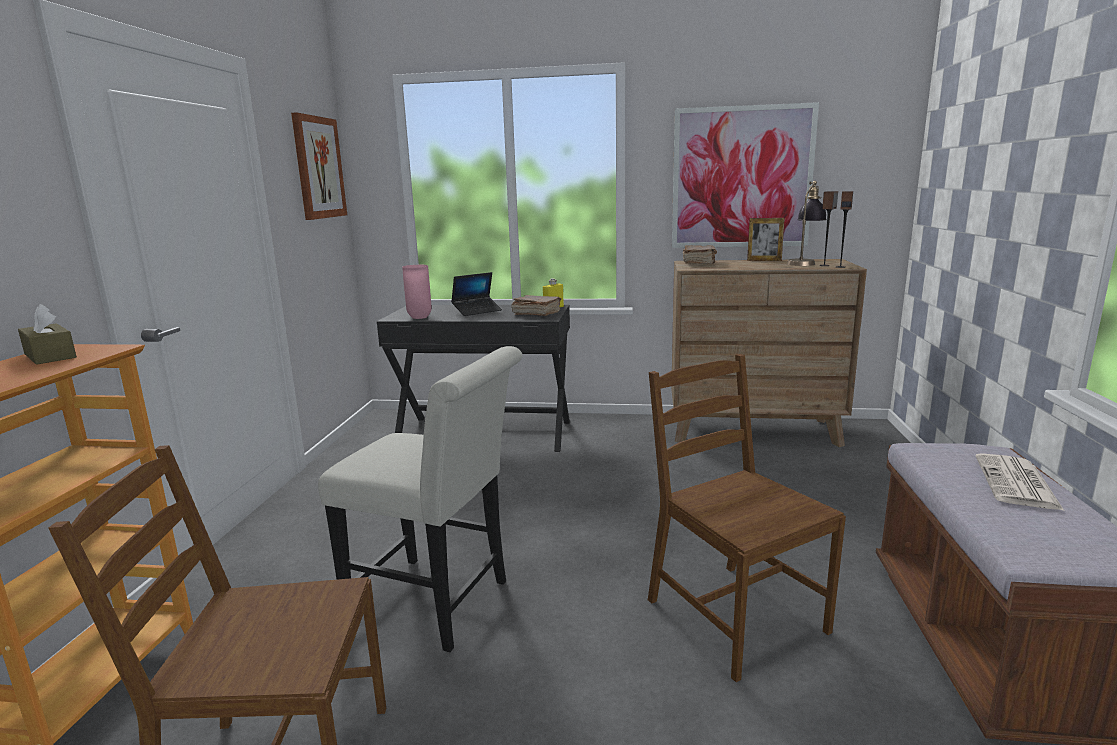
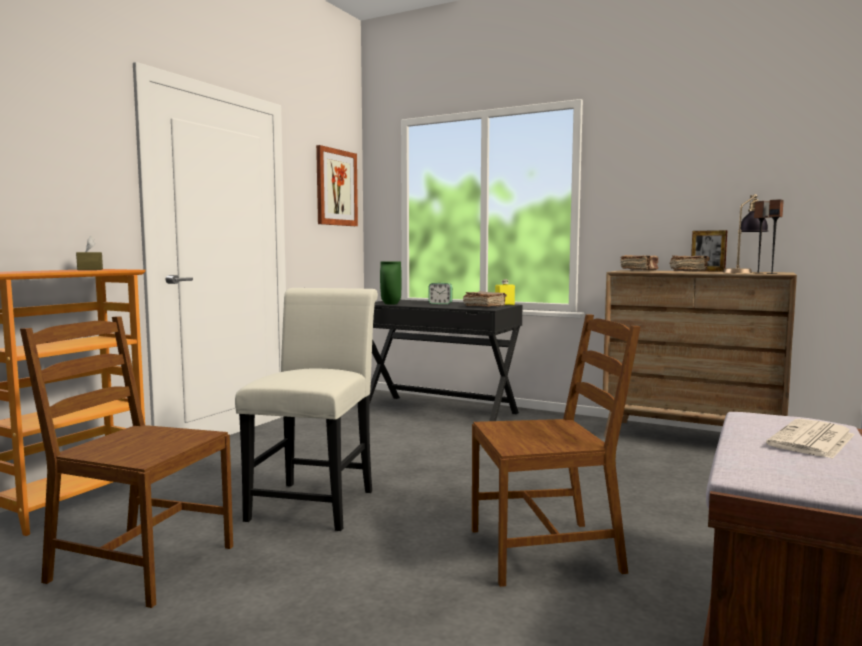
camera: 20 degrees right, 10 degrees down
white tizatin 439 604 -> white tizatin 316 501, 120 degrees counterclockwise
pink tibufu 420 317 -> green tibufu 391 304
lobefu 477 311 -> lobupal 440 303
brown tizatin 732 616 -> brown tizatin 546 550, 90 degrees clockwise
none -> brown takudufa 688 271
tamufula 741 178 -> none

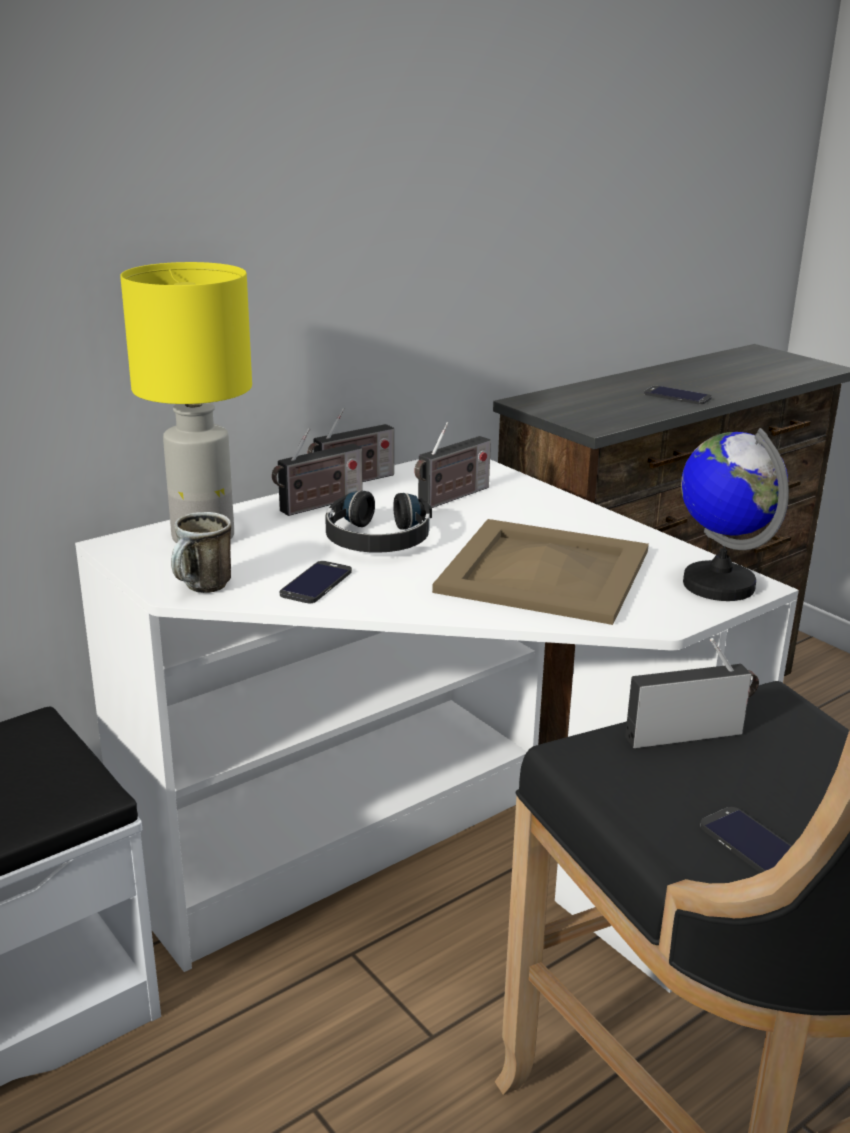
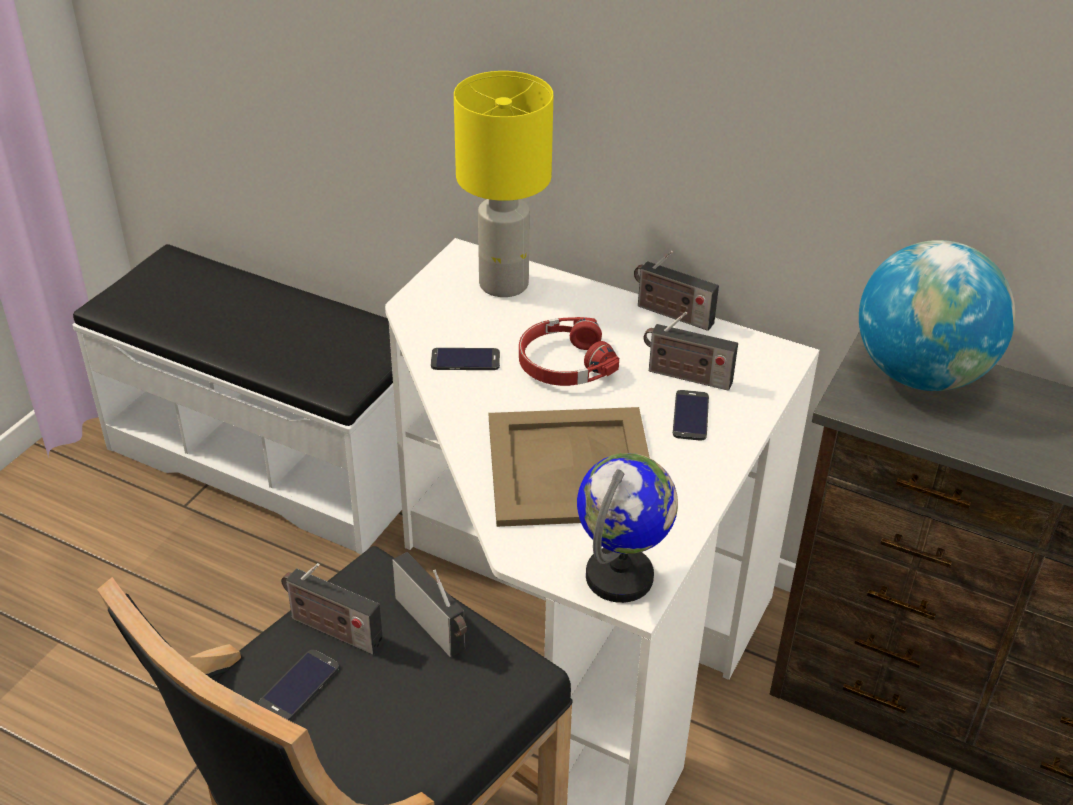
camera: 65 degrees right, 15 degrees up
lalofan 318 505 -> lalofan 331 630, relocated
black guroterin 377 539 -> red guroterin 564 364
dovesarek 677 396 -> dovesarek 691 416, relocated
none -> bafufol 920 374
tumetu 203 589 -> none

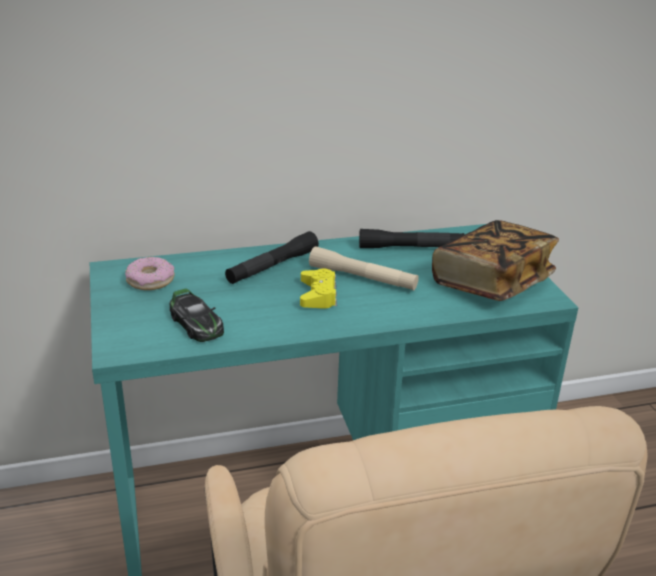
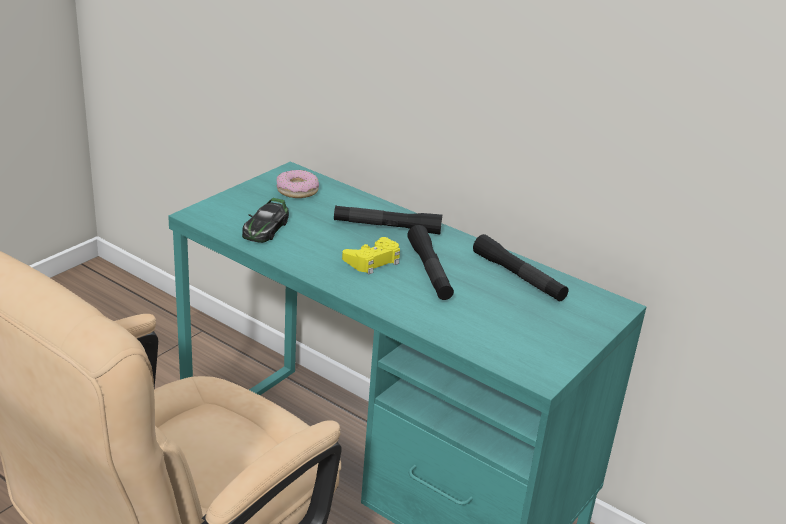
camera: 50 degrees right, 0 degrees up
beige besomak 362 278 -> black besomak 429 271
takudufa 491 282 -> none

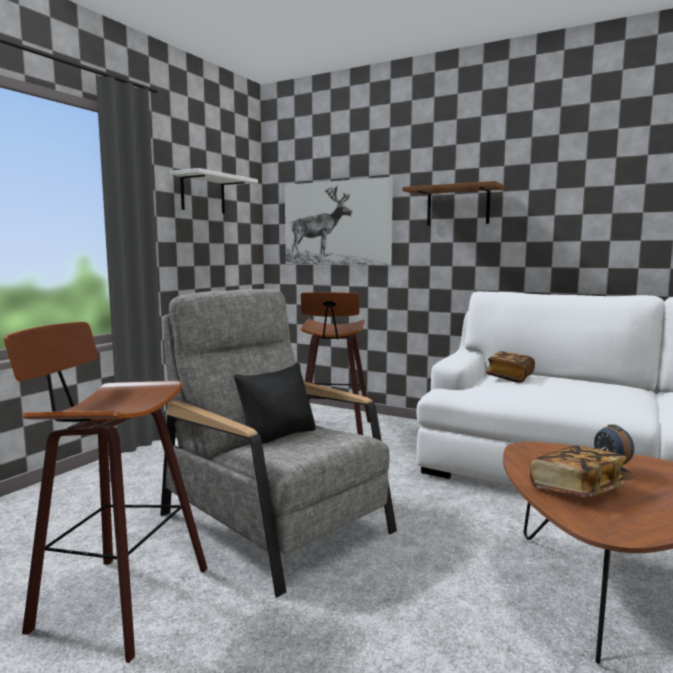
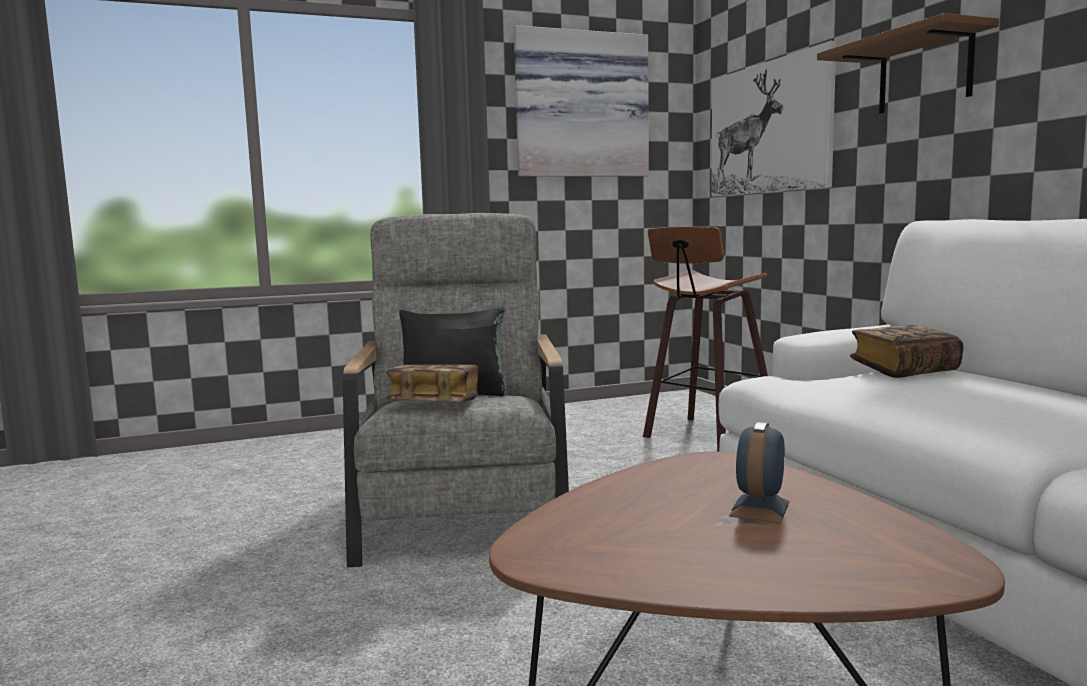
camera: 40 degrees right, 0 degrees up
takudufa 576 489 -> takudufa 434 404, relocated
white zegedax 203 194 -> tamufula 580 105
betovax 115 600 -> none

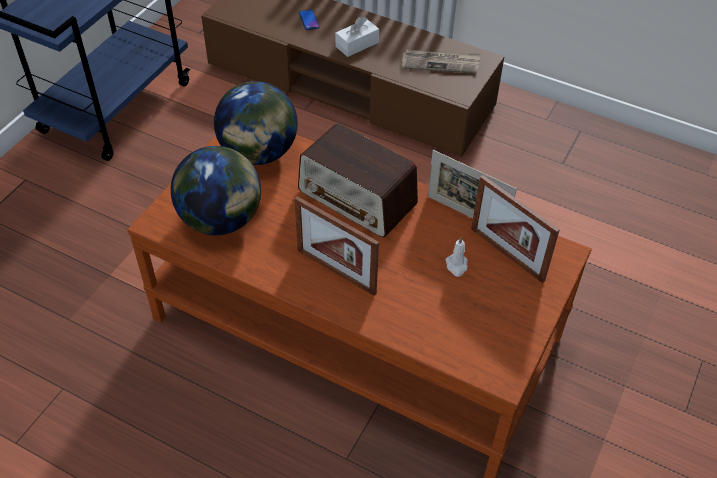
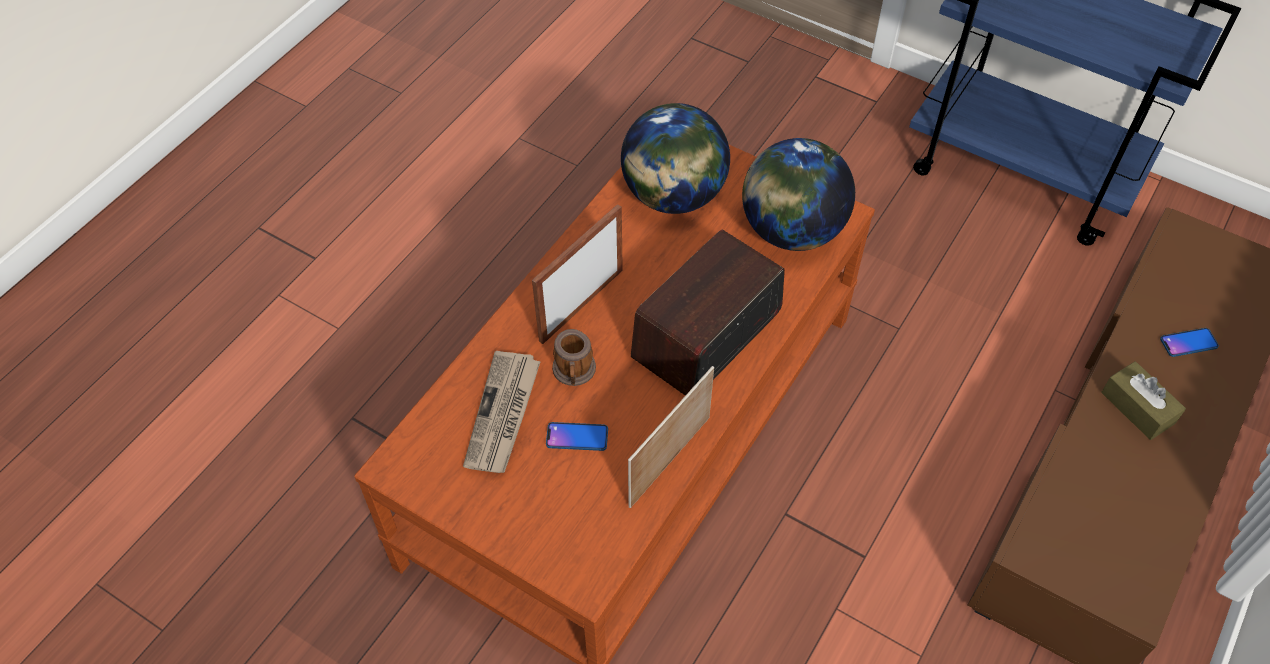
camera: 95 degrees right, 5 degrees up
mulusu 441 63 -> mulusu 503 415, relocated
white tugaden 456 266 -> dovesarek 577 437
none -> tumetu 574 372
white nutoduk 357 44 -> brown nutoduk 1137 408
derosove 507 254 -> none

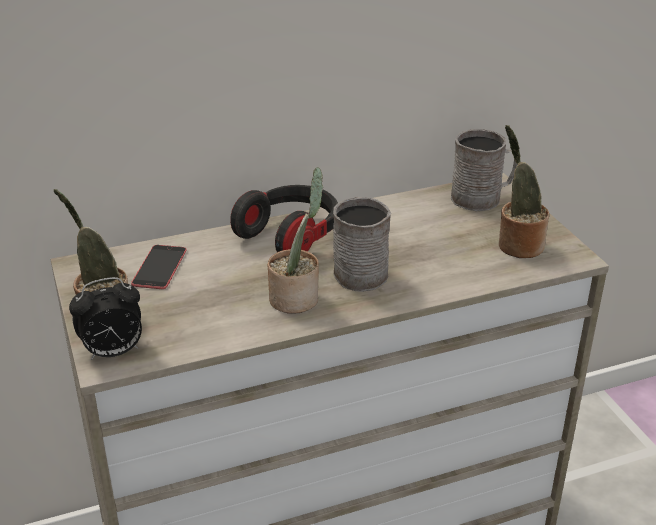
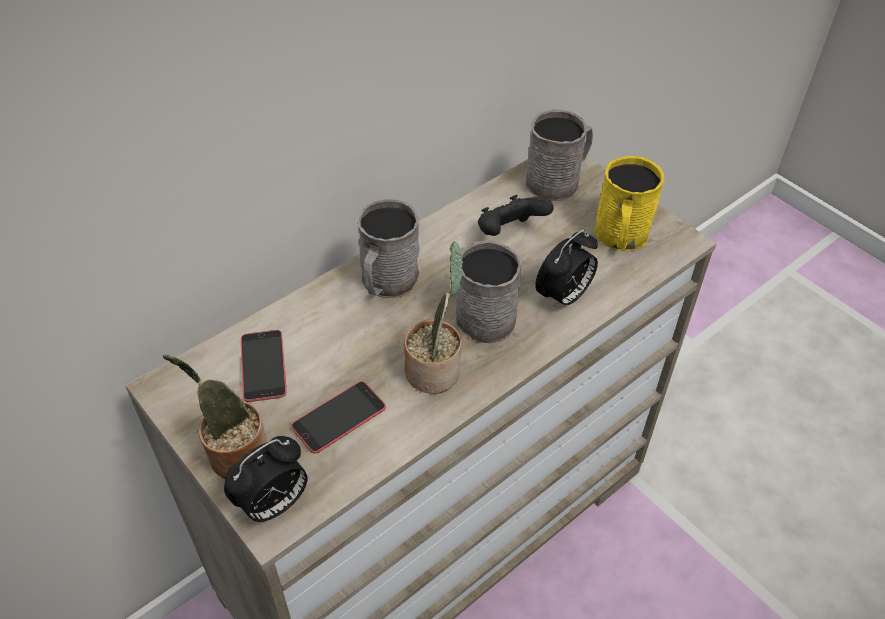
camera: 20 degrees left, 15 degrees up
none -> dovesarek 339 417
guroterin 291 236 -> grey tumetu 386 283
none -> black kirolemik 509 233
none -> lobupal 563 297
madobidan 517 245 -> yellow tumetu 621 237

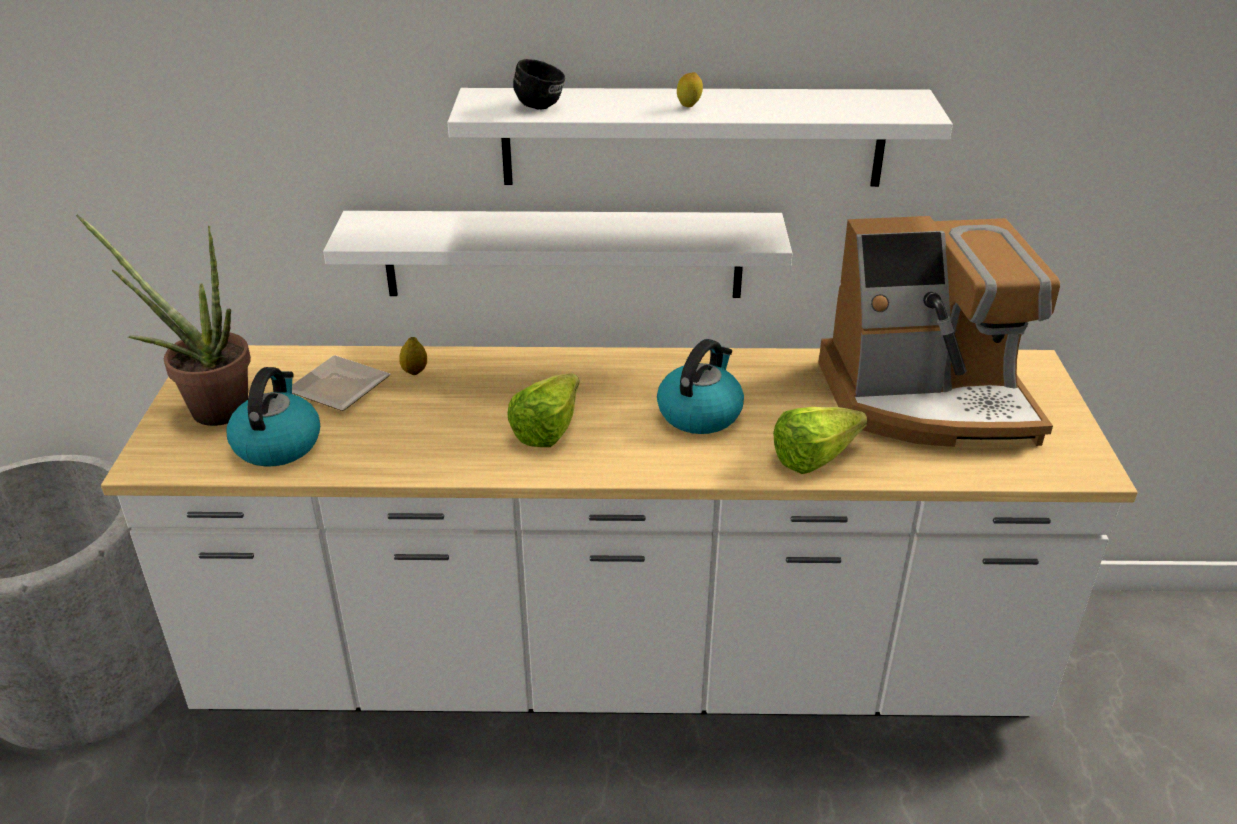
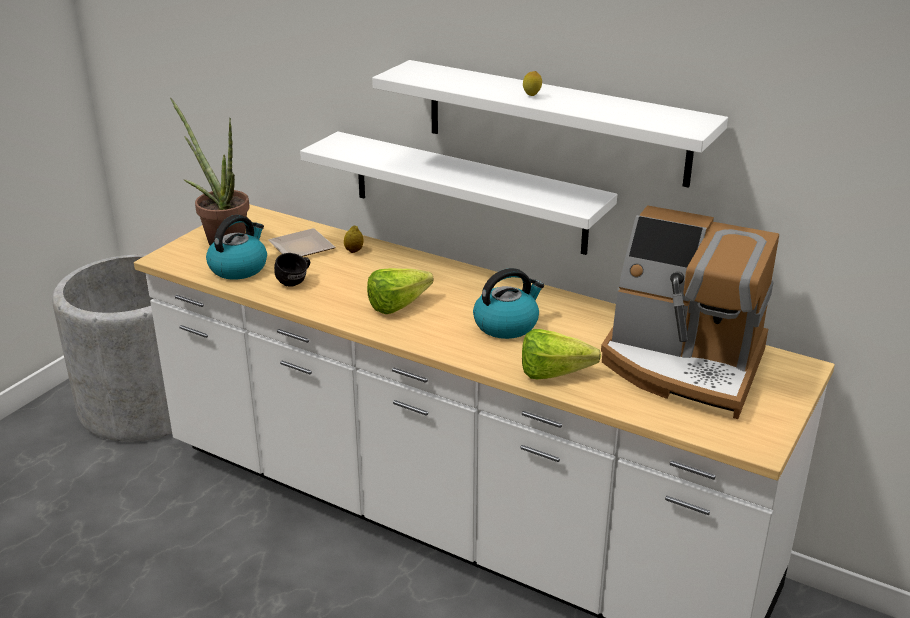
camera: 30 degrees right, 5 degrees down
black tumetu 542 104 -> black tumetu 296 282, relocated

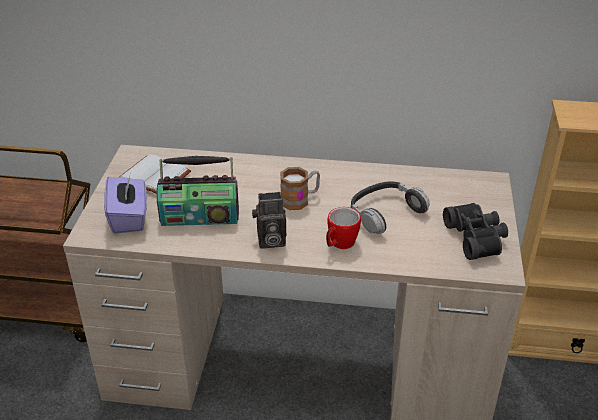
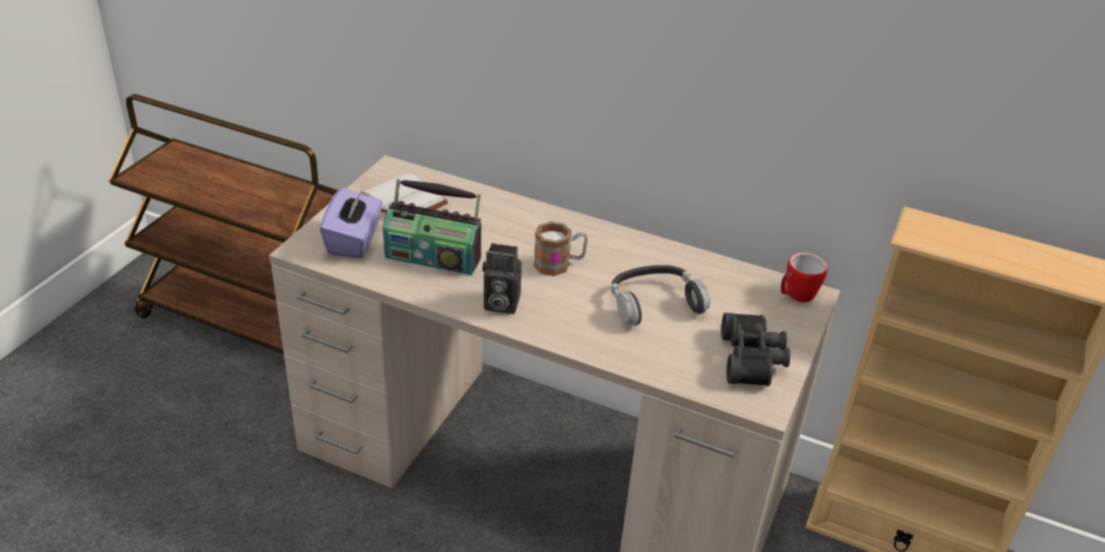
camera: 15 degrees right, 0 degrees up
tumetu 339 244 -> tumetu 796 296, relocated

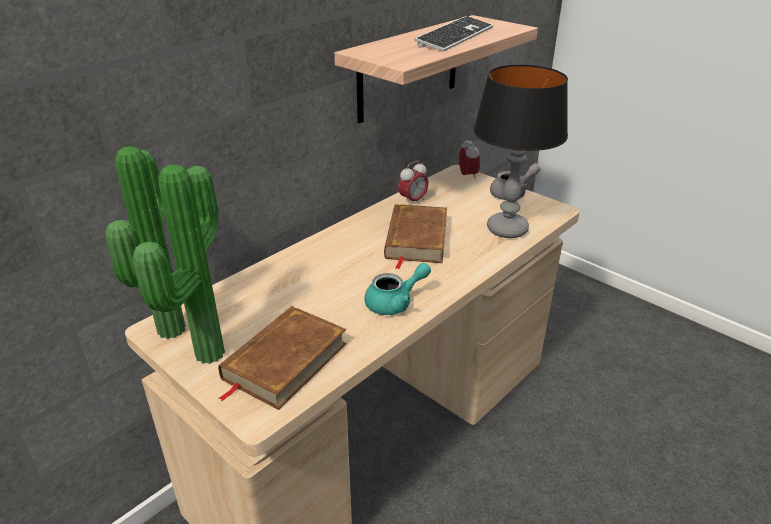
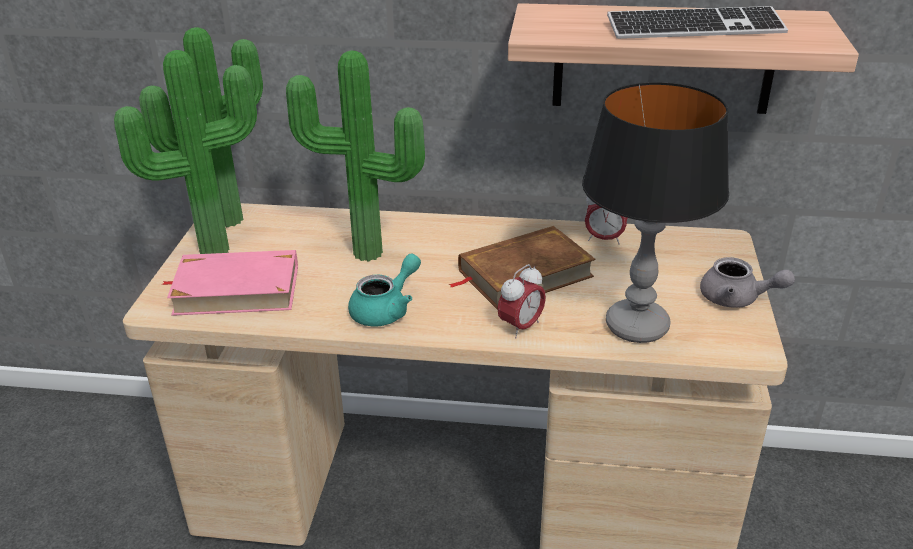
camera: 55 degrees right, 0 degrees up
brown takudufa 284 361 -> pink takudufa 236 289
none -> madobidan 366 256
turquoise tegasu 395 303 -> turquoise tegasu 386 309, 75 degrees counterclockwise
lobupal 468 176 -> lobupal 521 327, relocated

